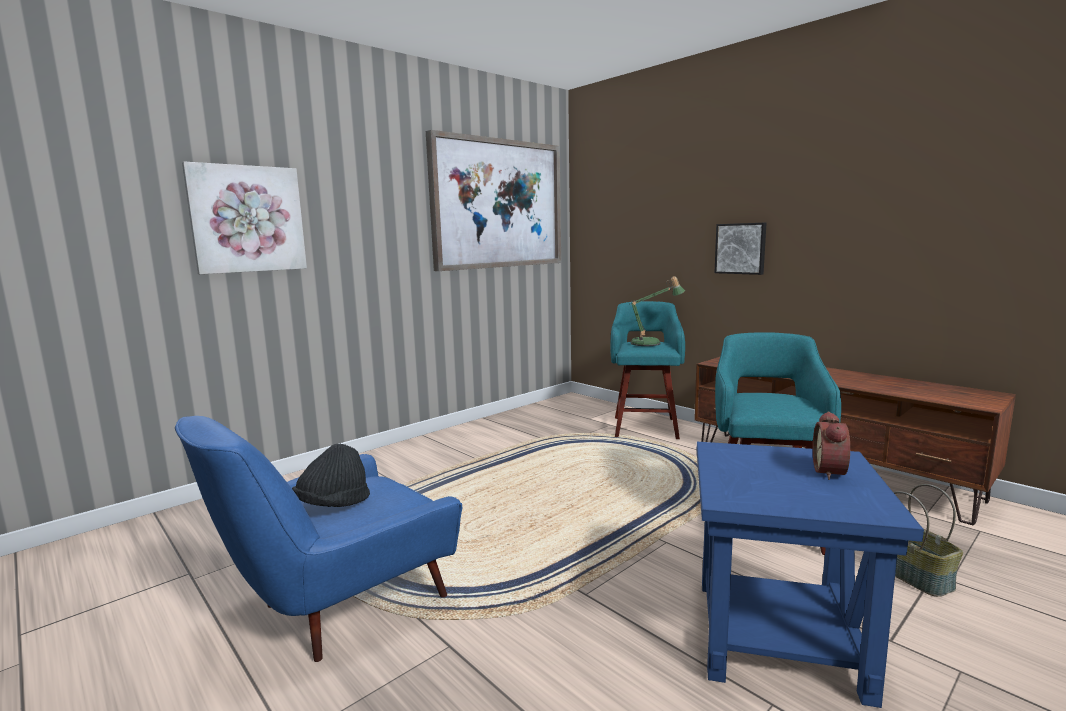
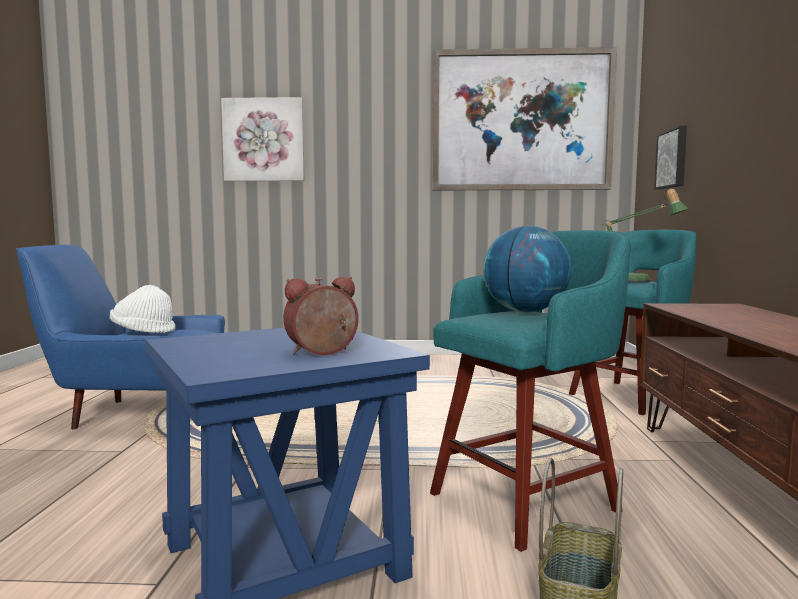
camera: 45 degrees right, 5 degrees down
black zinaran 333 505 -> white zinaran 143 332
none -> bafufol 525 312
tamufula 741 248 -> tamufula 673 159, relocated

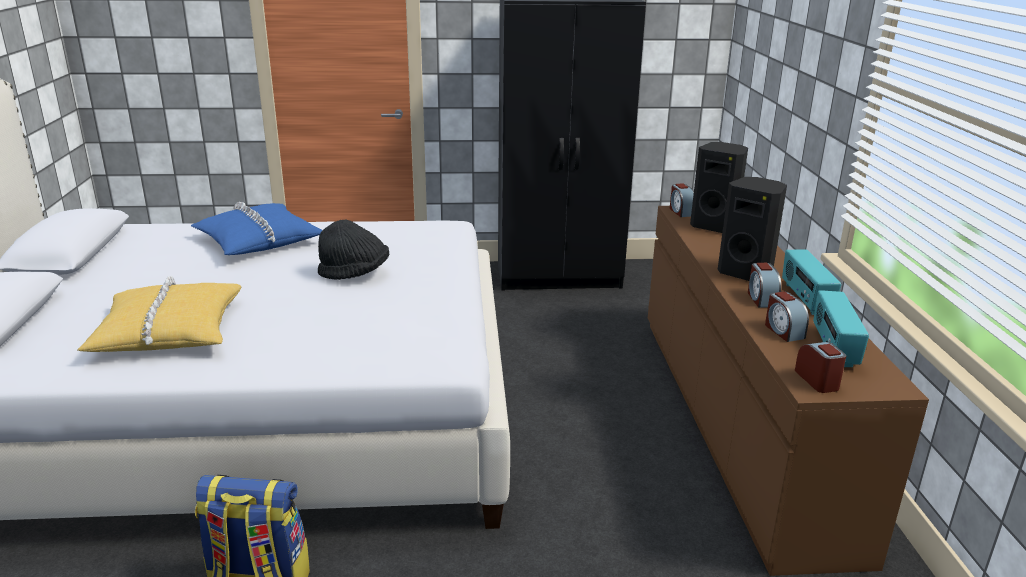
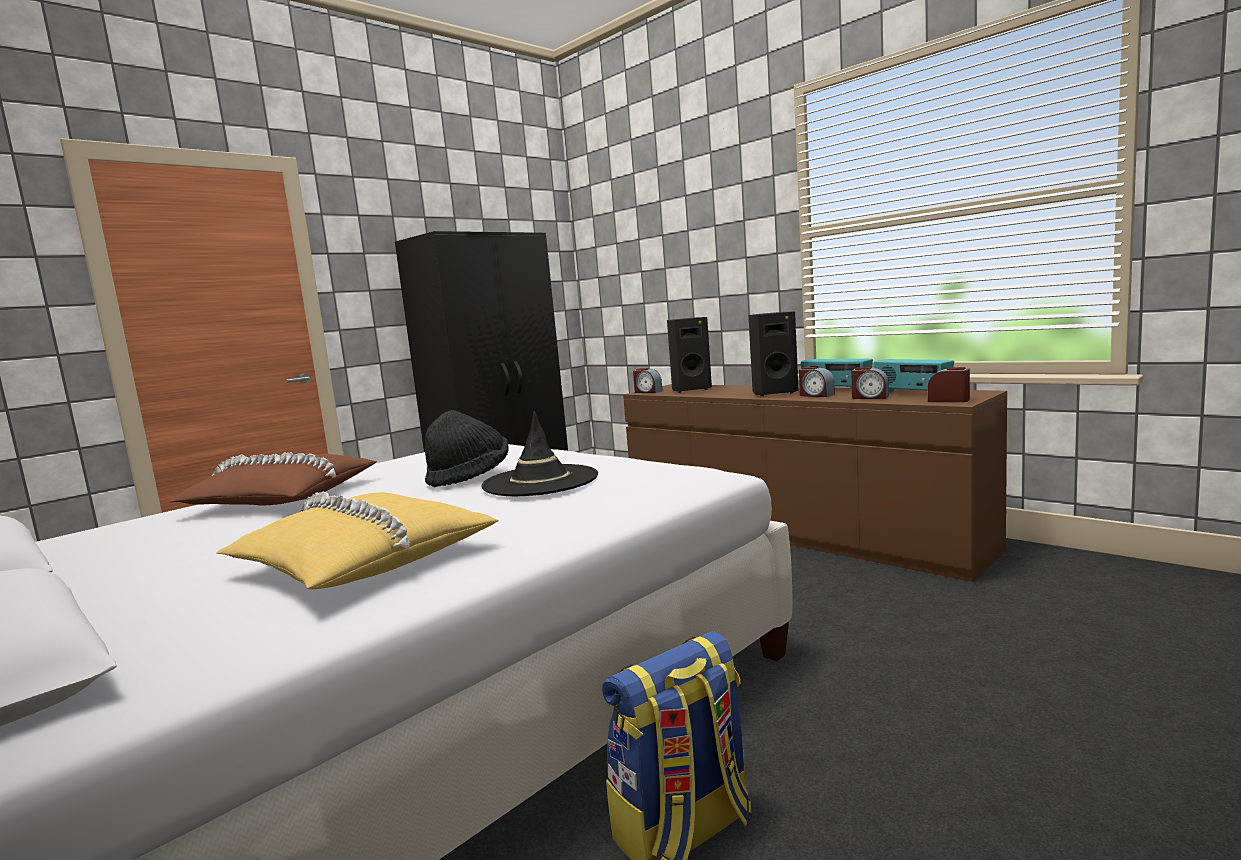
camera: 40 degrees left, 15 degrees down
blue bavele 258 241 -> brown bavele 281 498
none -> black zinaran 540 481

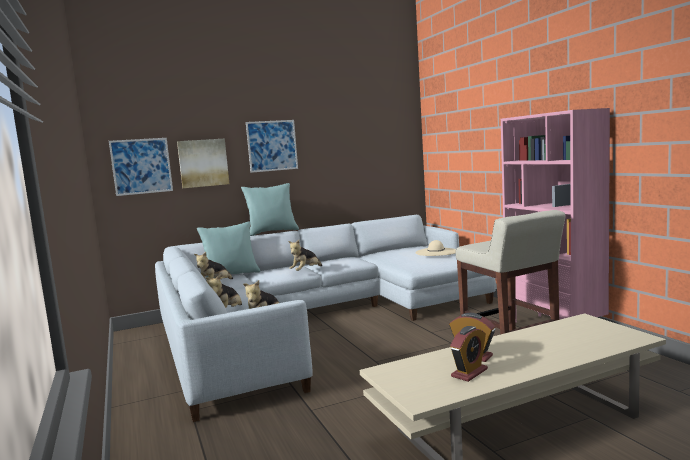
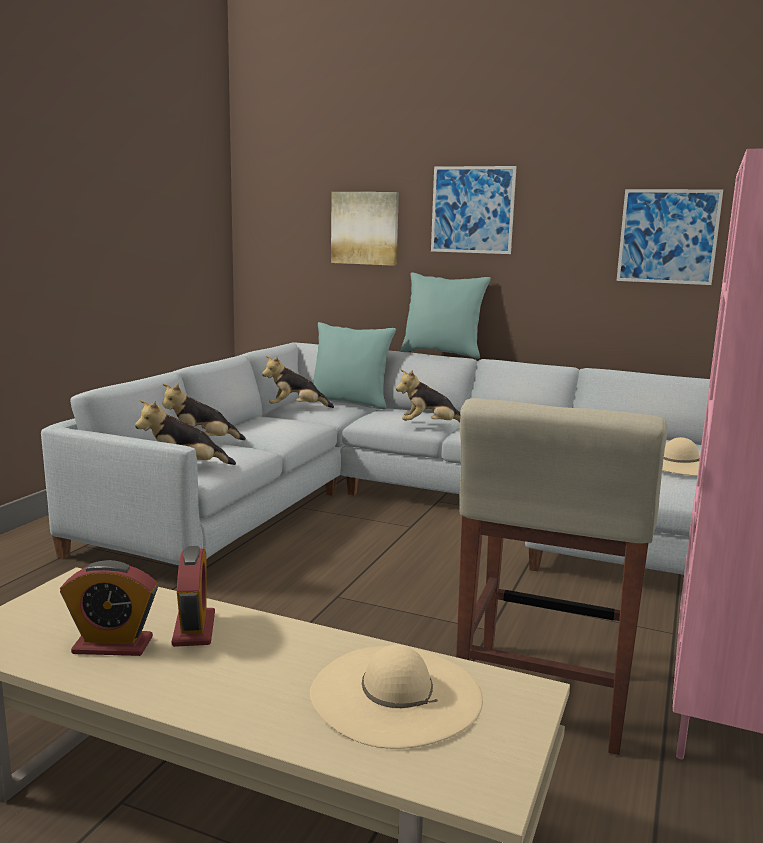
camera: 45 degrees right, 5 degrees up
none -> beige zinaran 396 694
tamufula 141 166 -> tamufula 668 236, relocated

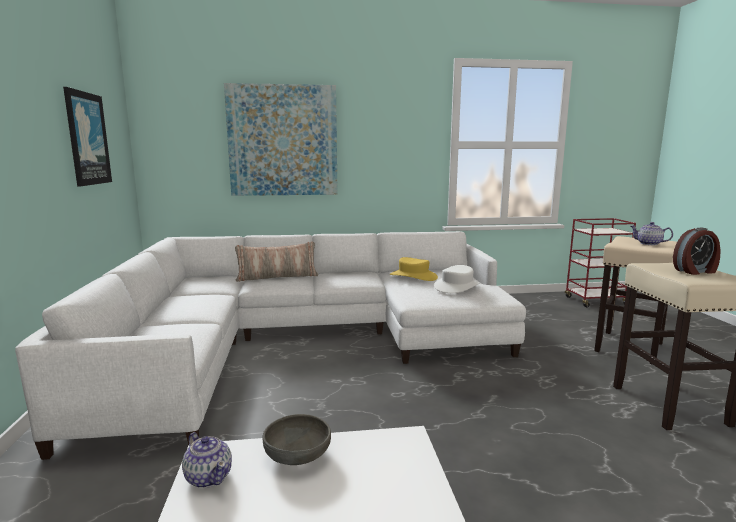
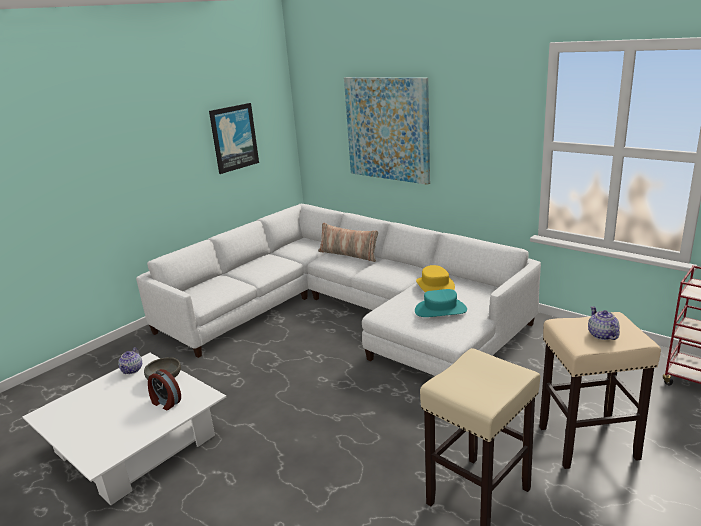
camera: 50 degrees right, 10 degrees up
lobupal 695 271 -> lobupal 165 402, relocated
white zinaran 457 286 -> turquoise zinaran 440 310

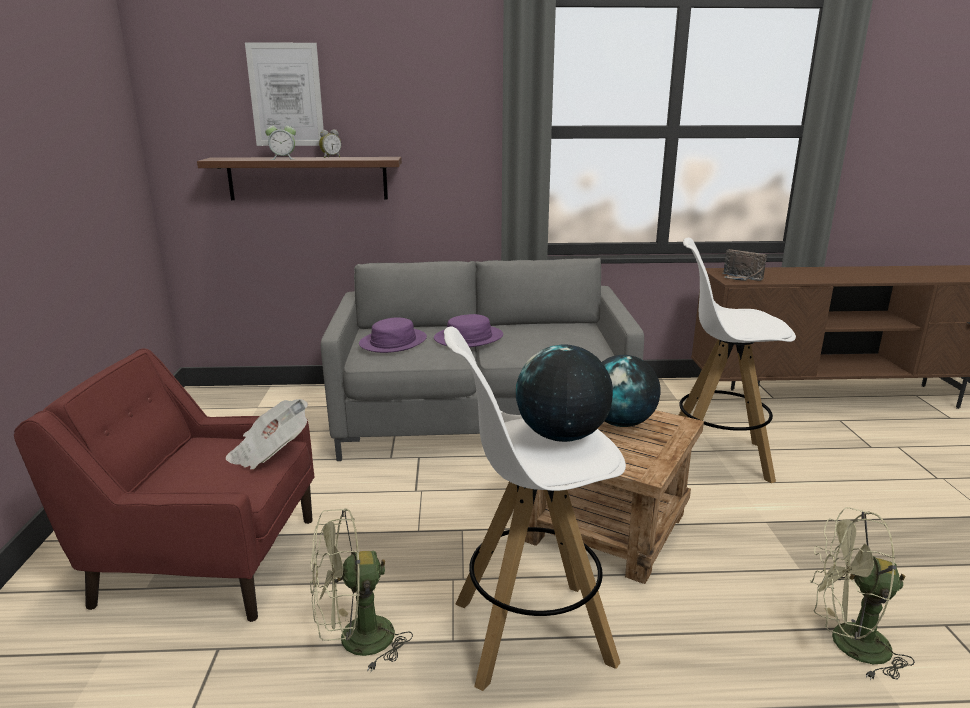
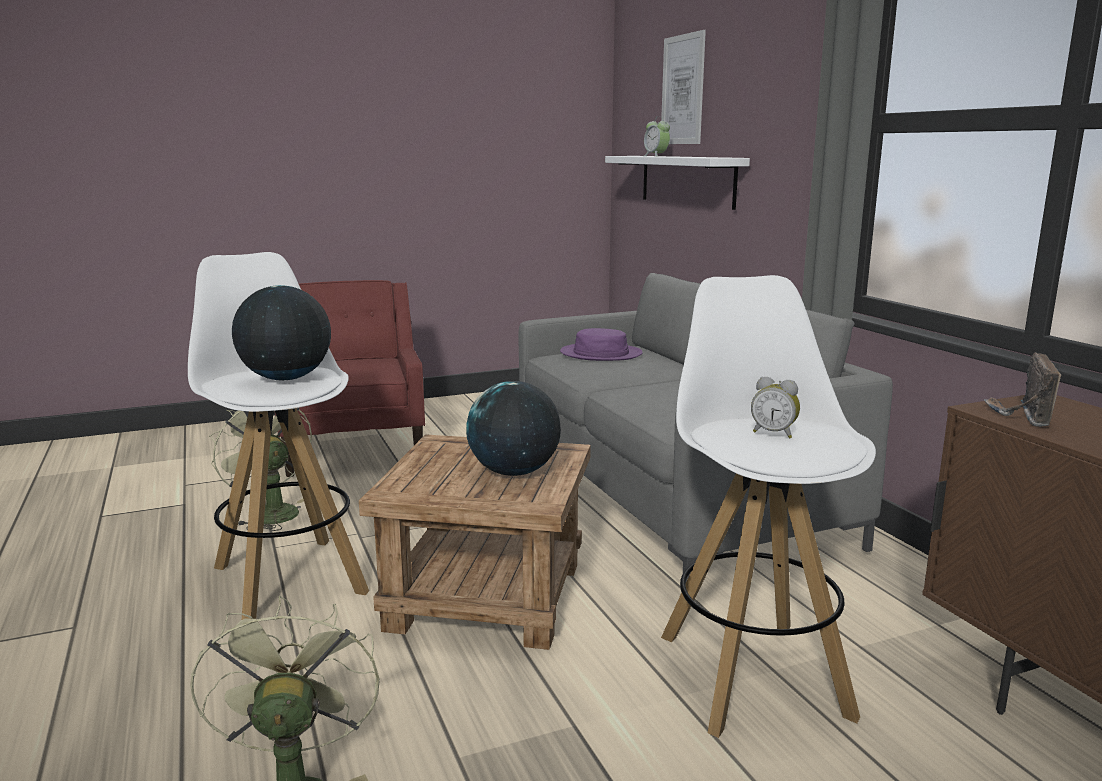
camera: 70 degrees right, 5 degrees down
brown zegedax 308 178 -> white zegedax 686 180
lobupal 330 157 -> lobupal 774 433, relocated
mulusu 270 453 -> none
purple zinaran 468 338 -> none

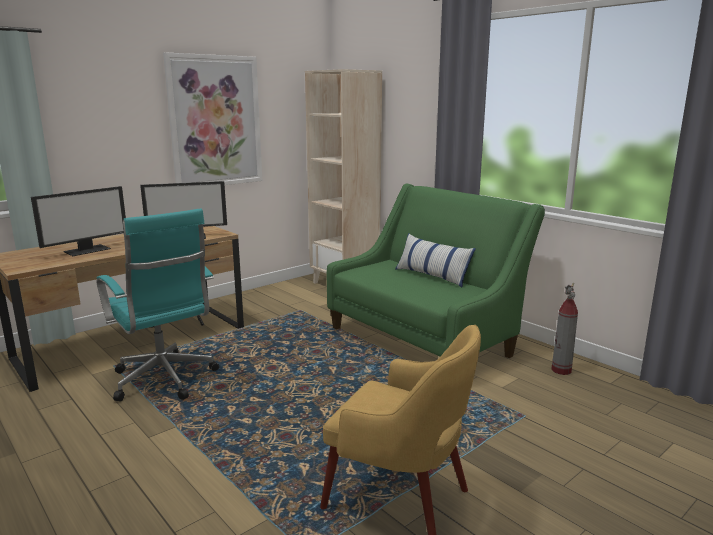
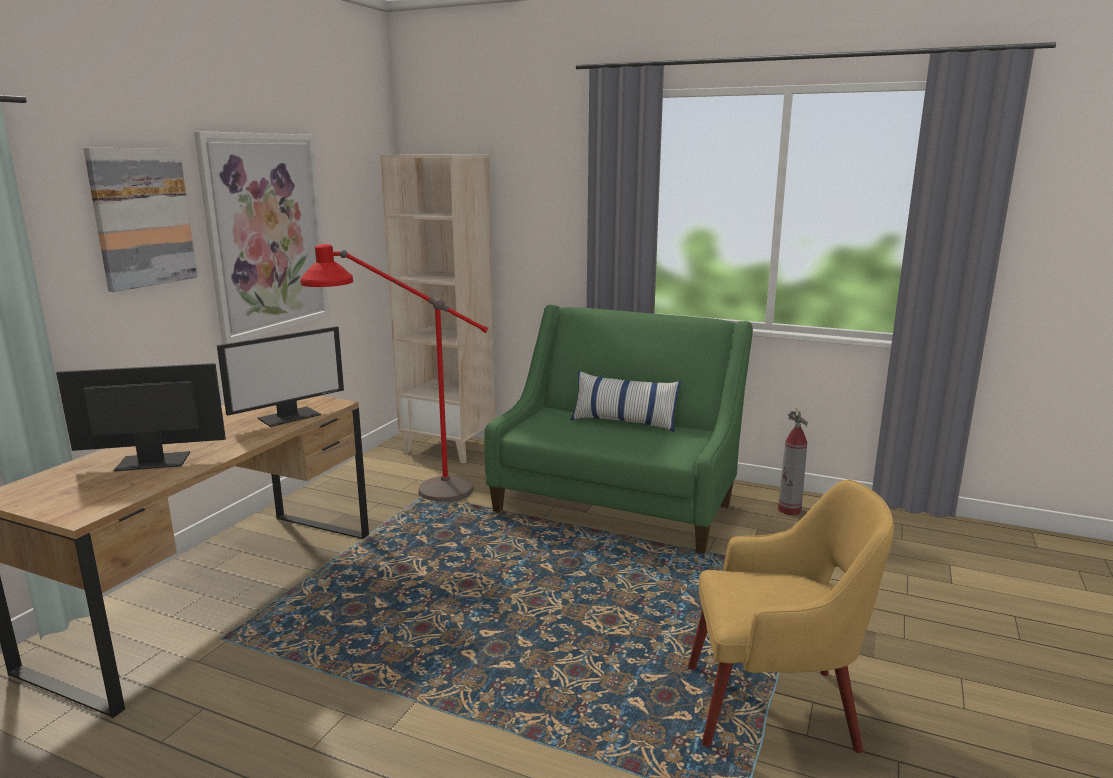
camera: 25 degrees left, 0 degrees up
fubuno 87 250 -> fubuno 151 462, 120 degrees counterclockwise
none -> tamufula 142 217
none -> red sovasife 406 493
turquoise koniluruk 165 381 -> none

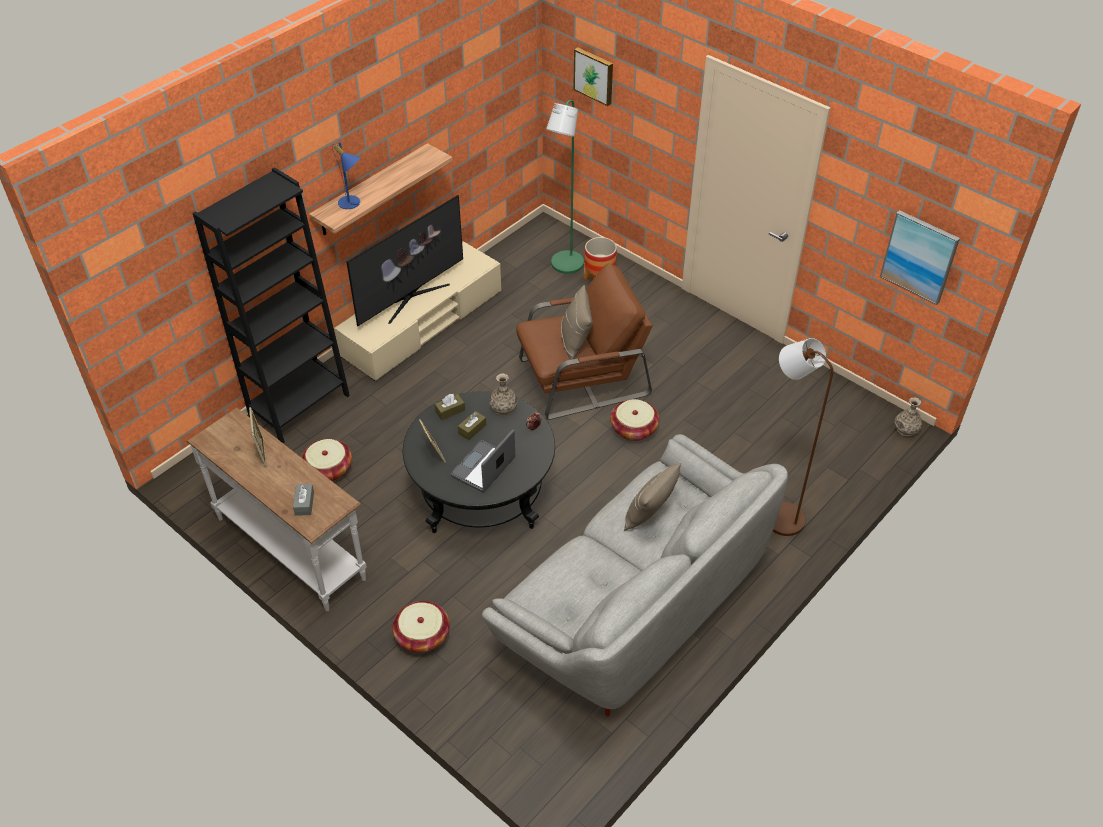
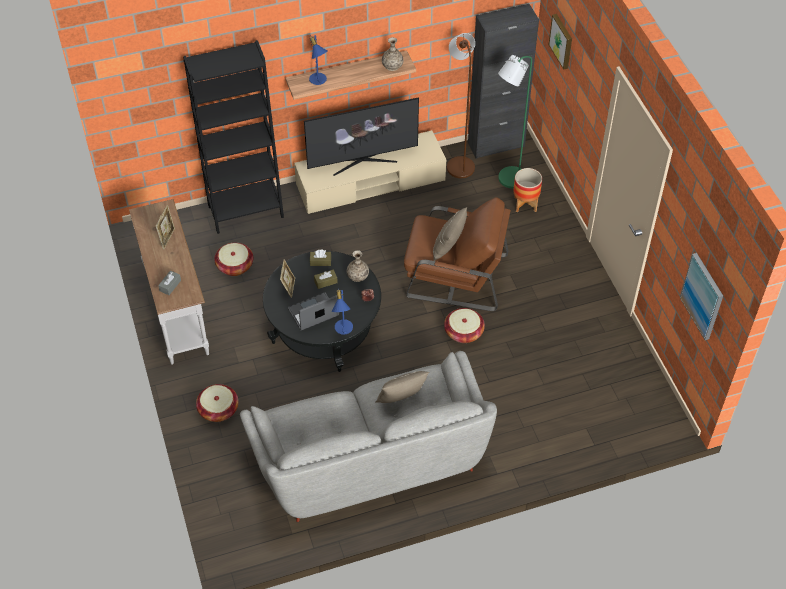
camera: 30 degrees right, 5 degrees up
none -> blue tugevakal 343 330
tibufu 906 429 -> tibufu 392 65, relocated
brown sovasife 777 515 -> brown sovasife 458 164, relocated
none -> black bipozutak 496 144

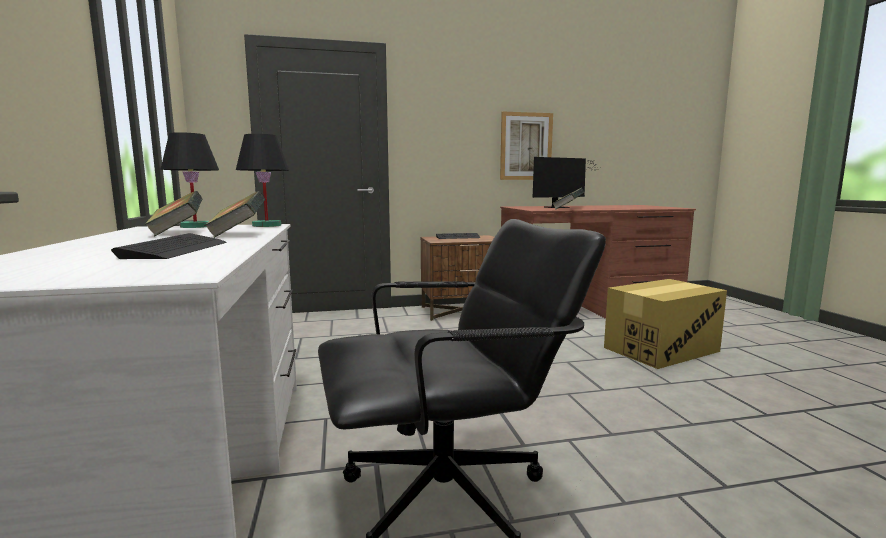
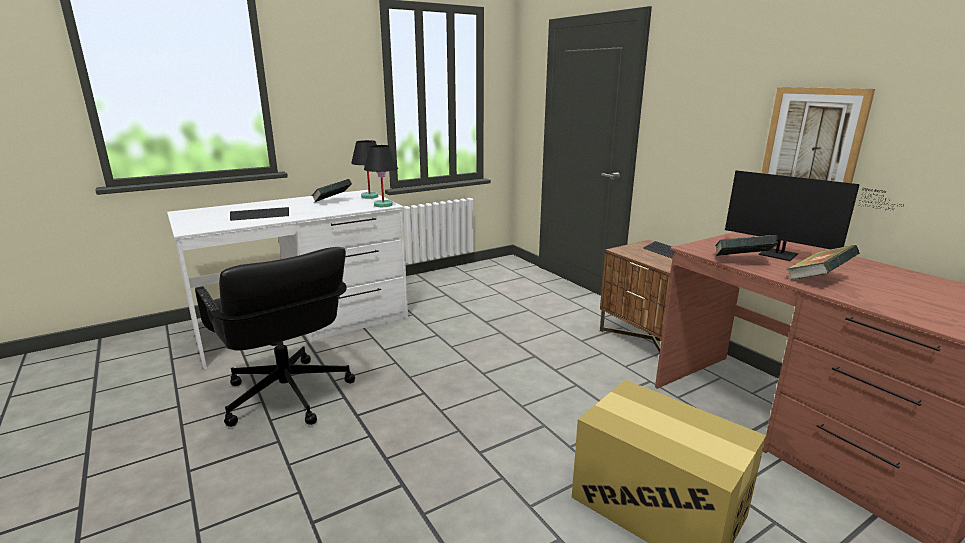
camera: 70 degrees right, 10 degrees up
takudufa 238 234 -> takudufa 817 279, relocated

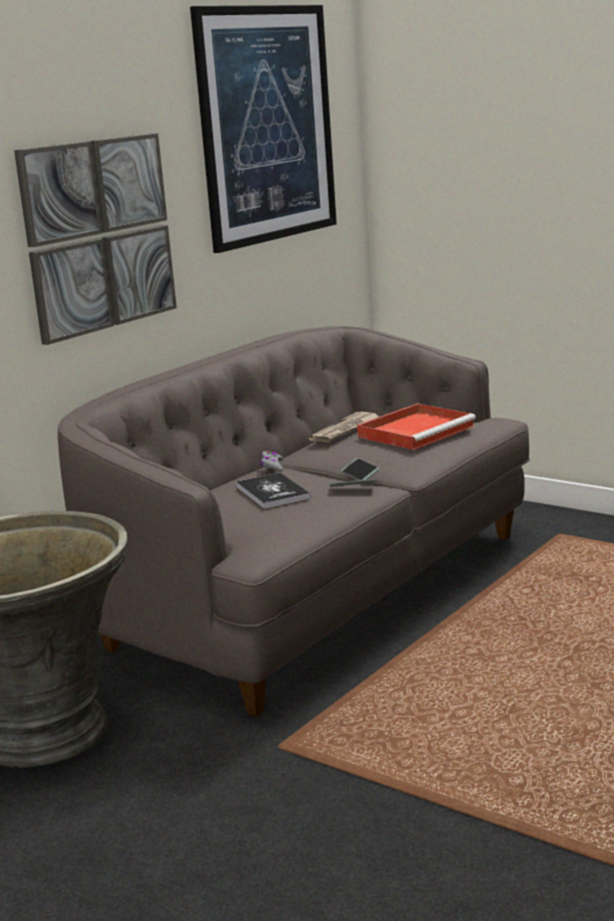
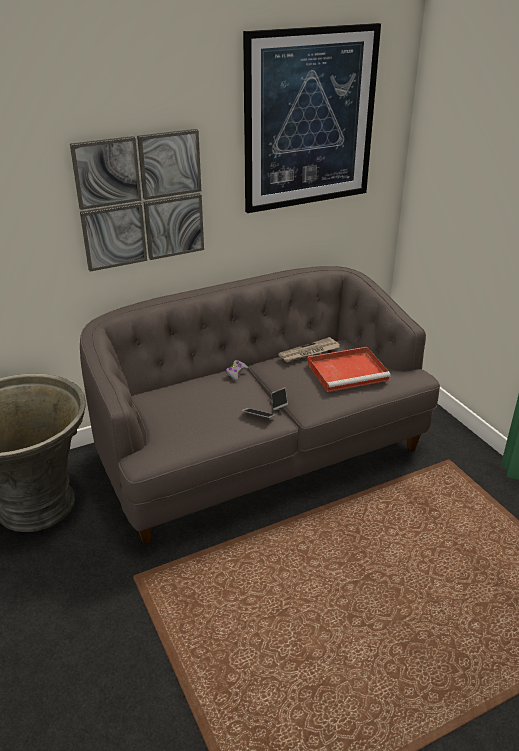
camera: 25 degrees right, 15 degrees up
takudufa 272 492 -> none

